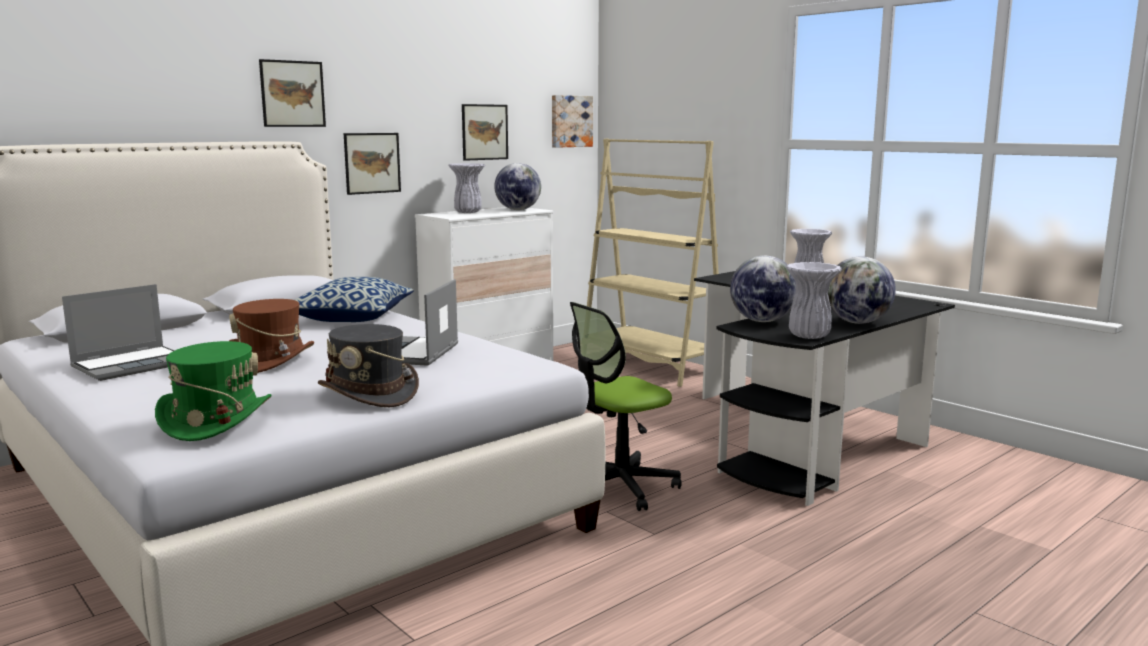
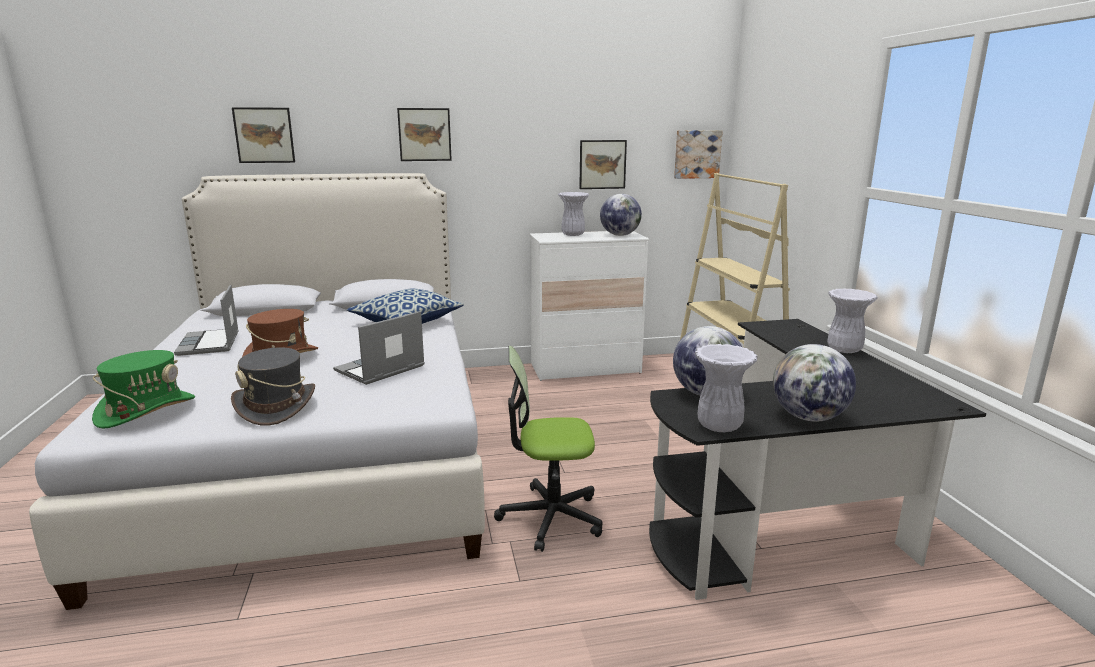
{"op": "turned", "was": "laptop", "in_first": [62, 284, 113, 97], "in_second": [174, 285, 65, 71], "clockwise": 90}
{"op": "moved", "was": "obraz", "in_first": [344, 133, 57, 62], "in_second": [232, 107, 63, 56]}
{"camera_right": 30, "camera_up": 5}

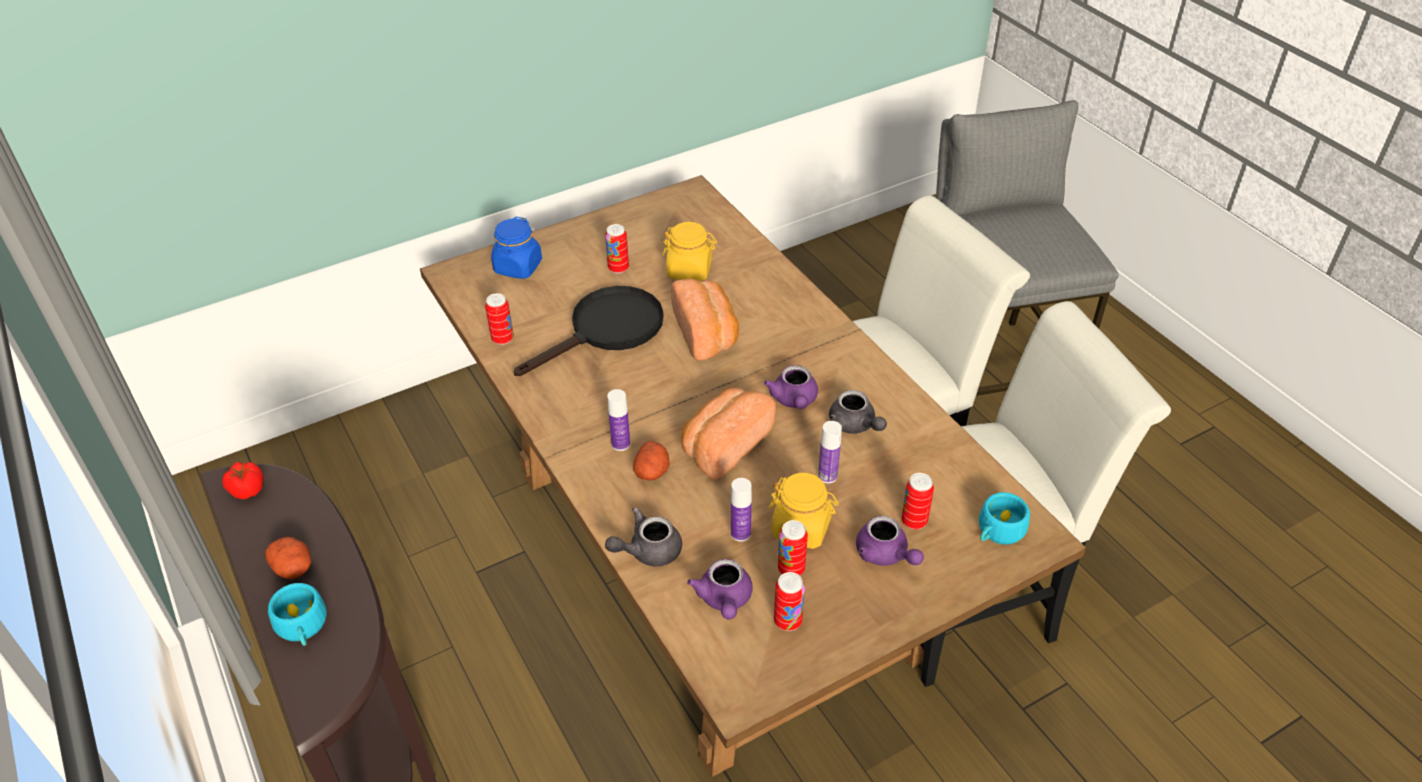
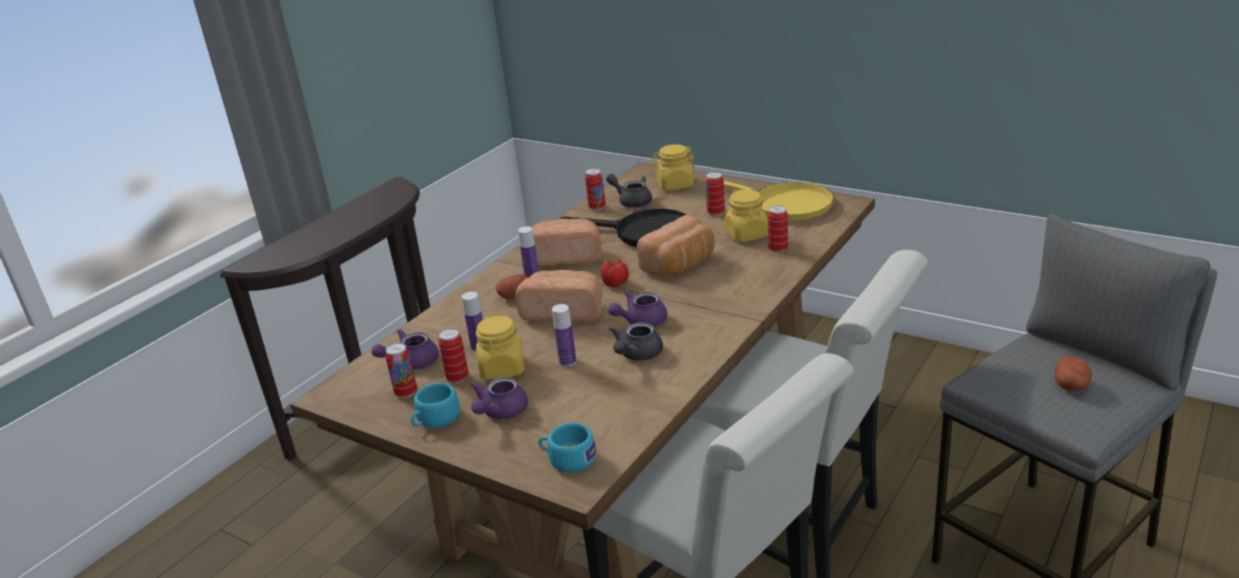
{"op": "moved", "was": "filiżanka [turkusowy]", "in_first": [268, 583, 59, 63], "in_second": [410, 383, 50, 45]}
{"op": "added", "now": "chleb", "in_second": [532, 218, 70, 49]}
{"op": "moved", "was": "pomidor", "in_first": [222, 462, 42, 37], "in_second": [601, 259, 28, 28]}
{"op": "moved", "was": "imbryk [szary]", "in_first": [605, 507, 77, 60], "in_second": [606, 174, 46, 34]}
{"op": "recoloured", "was": "słoik [niebieski]", "now": "słoik [żółty]", "in_first": [491, 217, 51, 62], "in_second": [652, 144, 44, 46]}
{"op": "added", "now": "patelnia [żółty]", "in_second": [724, 181, 110, 39]}
{"op": "moved", "was": "puszka", "in_first": [901, 473, 33, 56], "in_second": [768, 205, 20, 48]}
{"op": "moved", "was": "ziemniak", "in_first": [265, 537, 46, 42], "in_second": [1055, 356, 37, 35]}
{"camera_right": 65, "camera_up": -15}

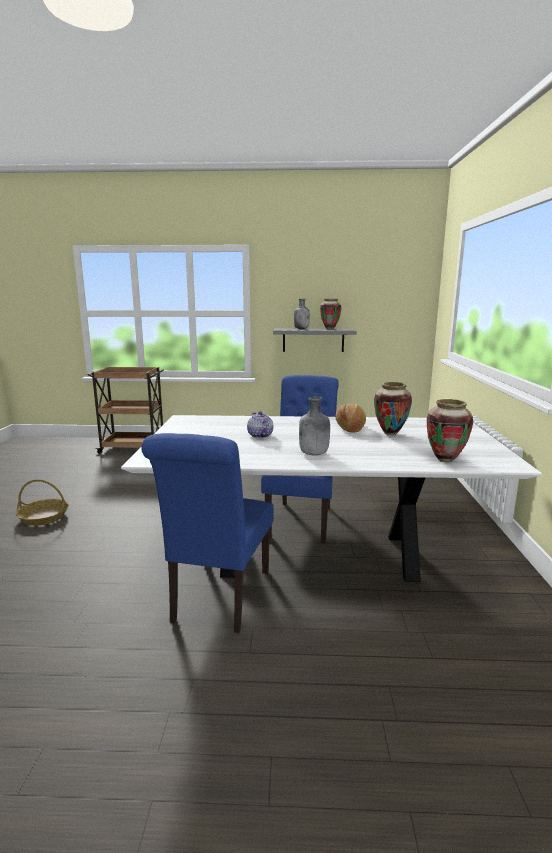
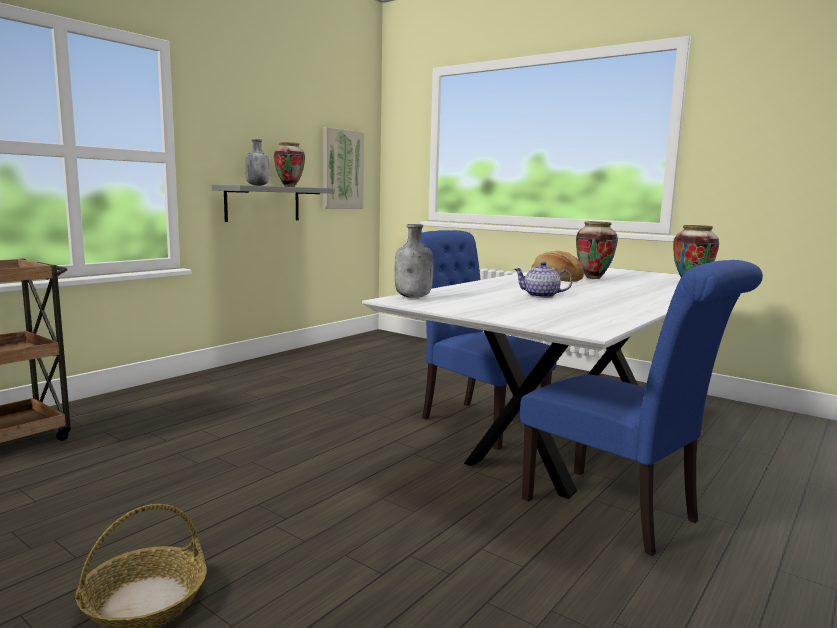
{"op": "added", "now": "obraz", "in_second": [323, 127, 41, 82]}
{"op": "moved", "was": "butelka [szary]", "in_first": [299, 396, 31, 60], "in_second": [395, 224, 39, 74]}
{"camera_right": -55, "camera_up": -5}

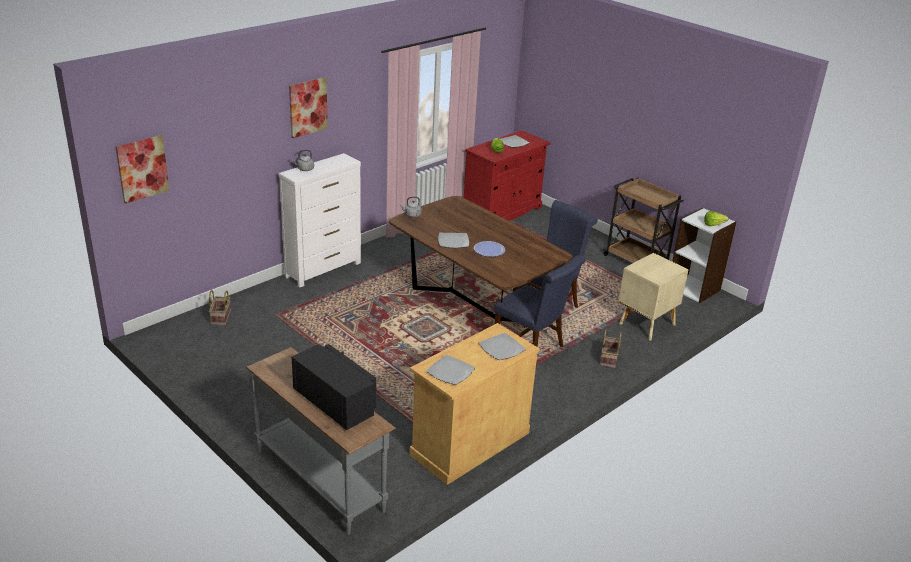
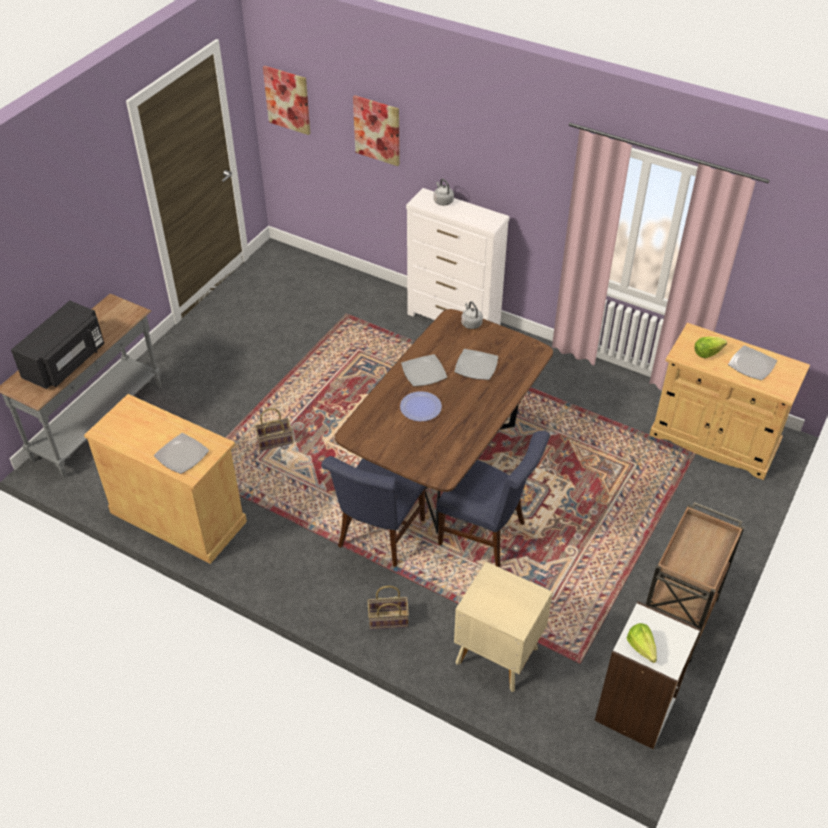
{"op": "moved", "was": "koszyk", "in_first": [209, 290, 22, 36], "in_second": [255, 408, 38, 43]}
{"op": "moved", "was": "obraz", "in_first": [289, 77, 39, 61], "in_second": [353, 95, 47, 71]}
{"op": "moved", "was": "talerz", "in_first": [426, 355, 49, 30], "in_second": [454, 349, 44, 31]}
{"op": "recoloured", "was": "szafka [czerwony]", "now": "szafka [beżowy]", "in_first": [464, 130, 86, 91], "in_second": [650, 323, 160, 157]}
{"camera_right": 75, "camera_up": 15}

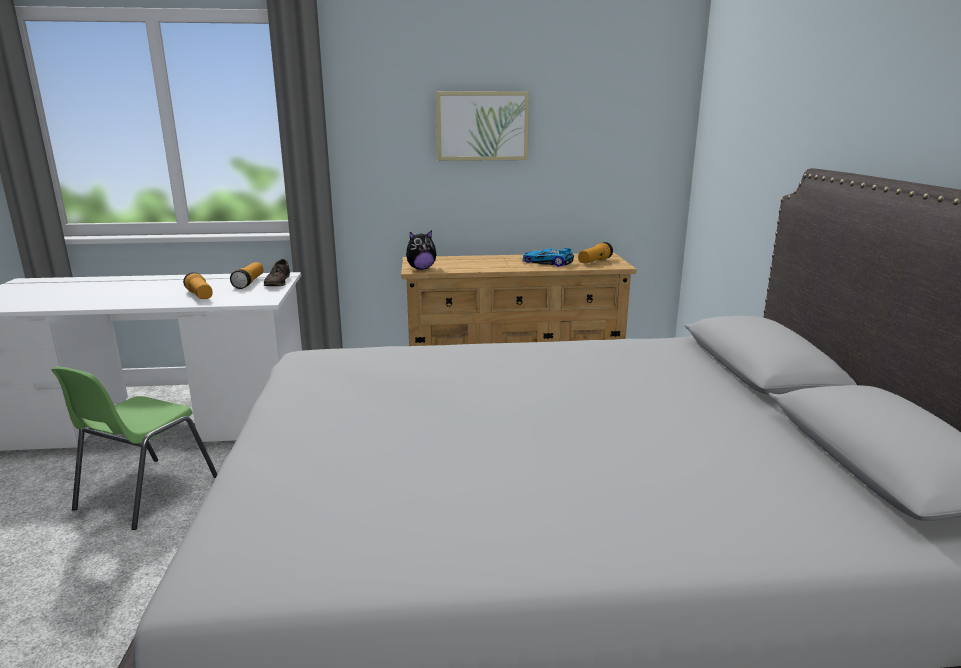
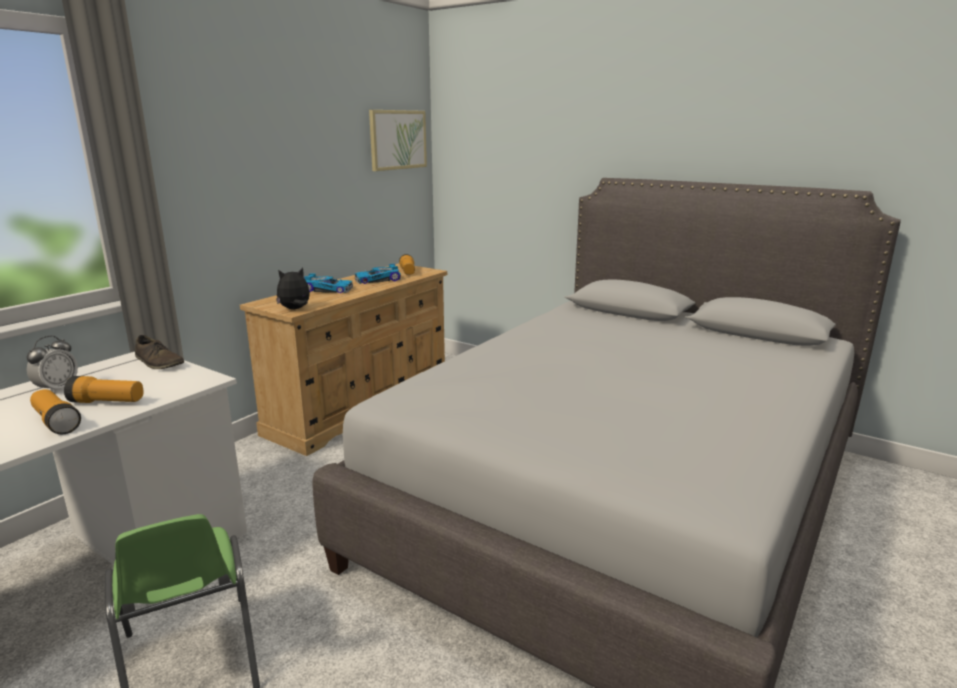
{"op": "added", "now": "budzik", "in_second": [27, 336, 51, 56]}
{"op": "moved", "was": "latarka", "in_first": [230, 262, 33, 27], "in_second": [30, 389, 51, 45]}
{"op": "turned", "was": "pluszak", "in_first": [406, 230, 30, 40], "in_second": [276, 268, 34, 41], "clockwise": -135}
{"op": "added", "now": "samochodzik", "in_second": [304, 273, 49, 20]}
{"op": "moved", "was": "obraz", "in_first": [436, 91, 93, 70], "in_second": [369, 110, 58, 61]}
{"camera_right": -50, "camera_up": 0}

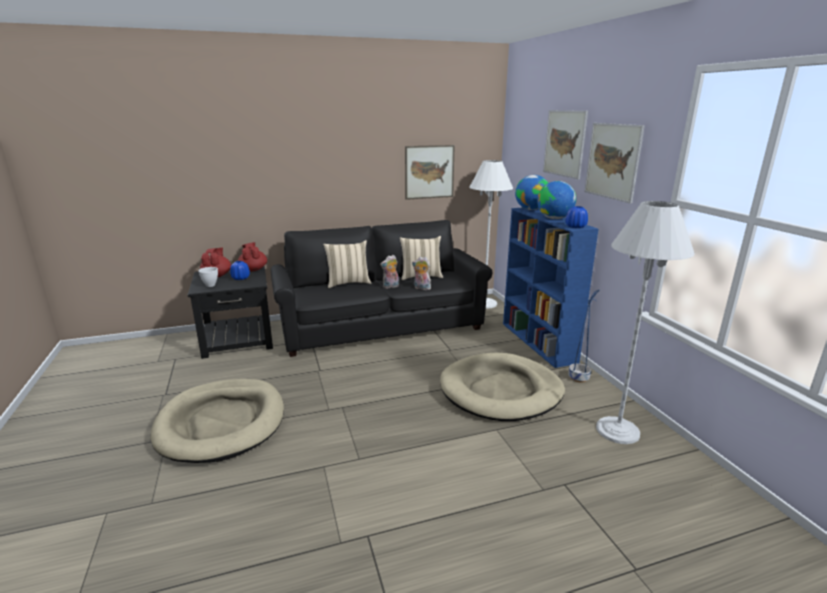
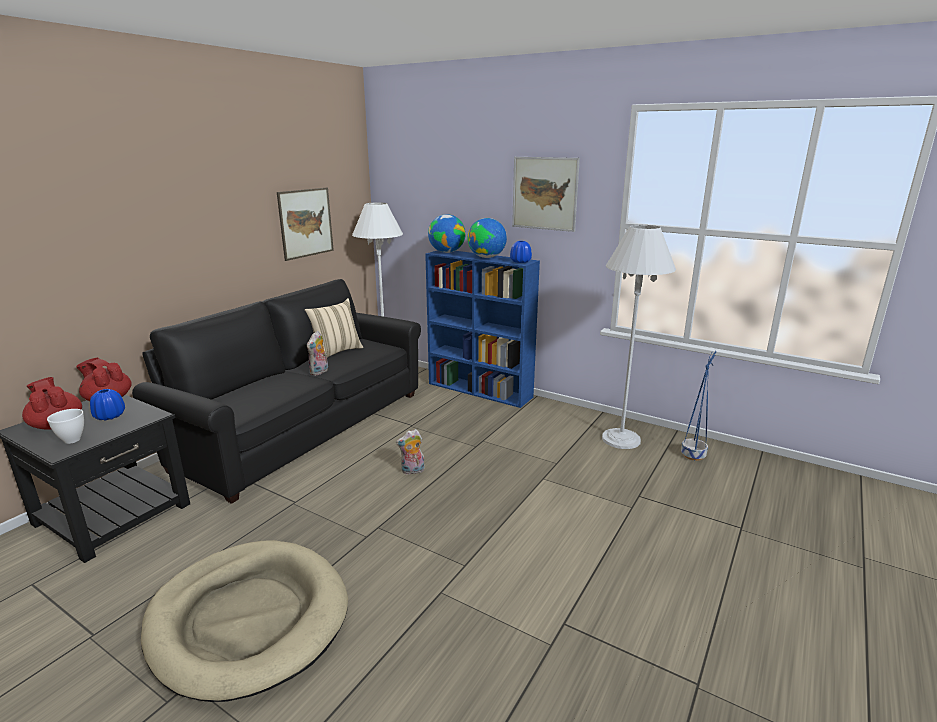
{"op": "moved", "was": "pluszak", "in_first": [412, 256, 19, 34], "in_second": [396, 429, 29, 46]}
{"op": "moved", "was": "donica [niebieski]", "in_first": [568, 290, 32, 93], "in_second": [681, 351, 36, 110]}
{"op": "removed", "was": "poduszka [beżowy]", "in_first": [323, 240, 49, 48]}
{"op": "removed", "was": "legowisko [beżowy]", "in_first": [440, 353, 125, 68]}
{"op": "removed", "was": "obraz", "in_first": [543, 110, 45, 69]}
{"camera_right": -40, "camera_up": 0}

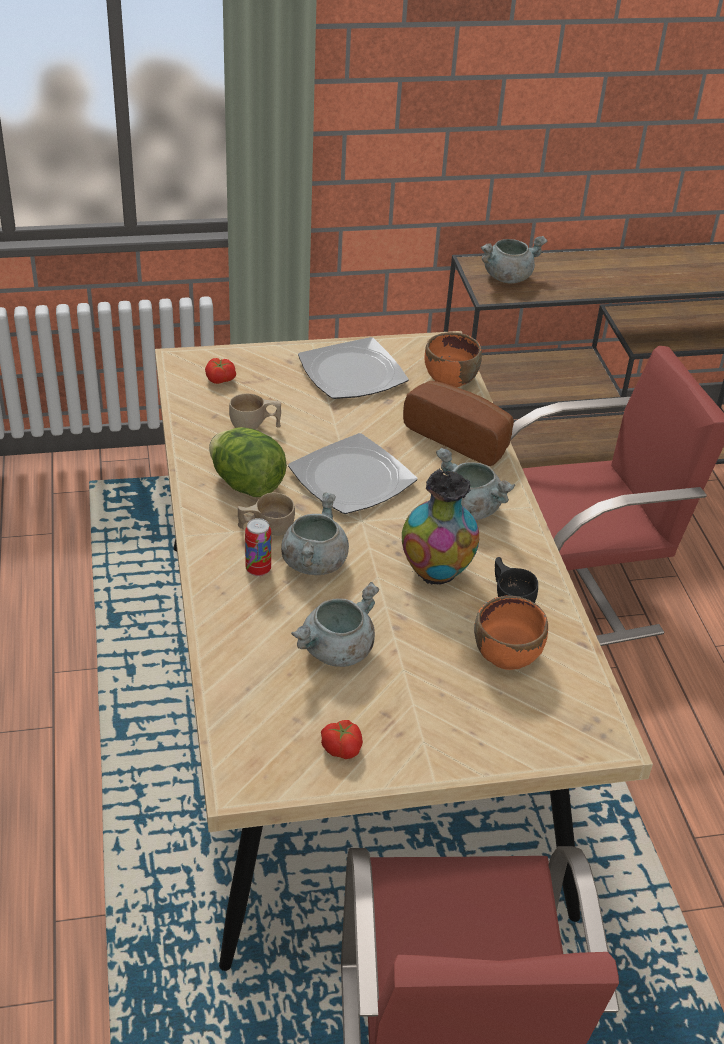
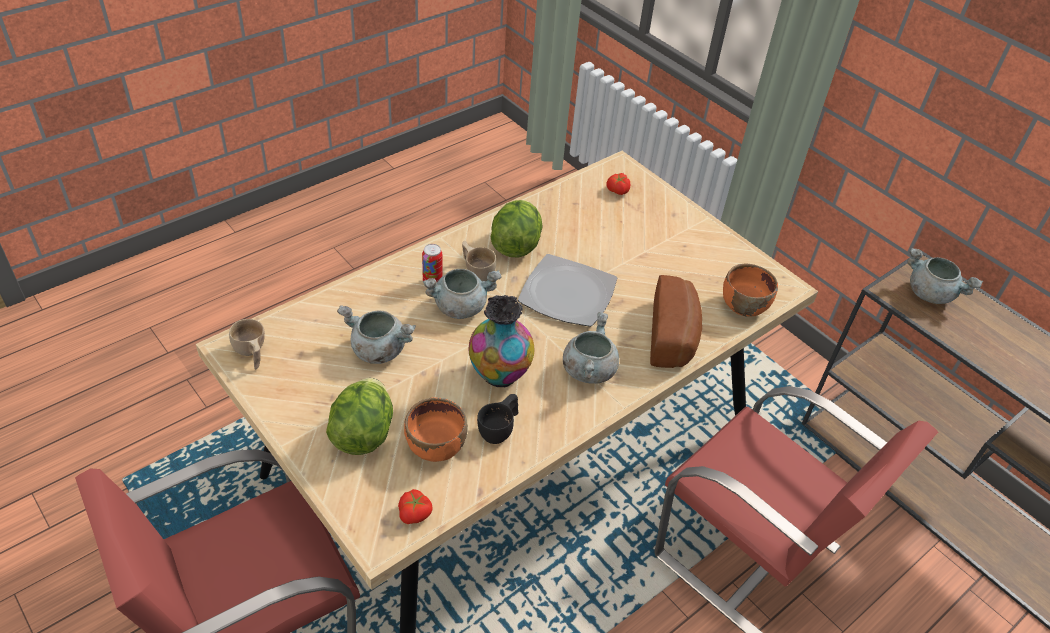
{"op": "moved", "was": "filiżanka [beżowy]", "in_first": [229, 394, 52, 36], "in_second": [229, 319, 36, 50]}
{"op": "added", "now": "sałata", "in_second": [326, 378, 67, 77]}
{"op": "moved", "was": "pomidor", "in_first": [321, 720, 42, 39], "in_second": [398, 489, 35, 35]}
{"op": "removed", "was": "talerz", "in_first": [298, 337, 111, 62]}
{"camera_right": 60, "camera_up": 5}

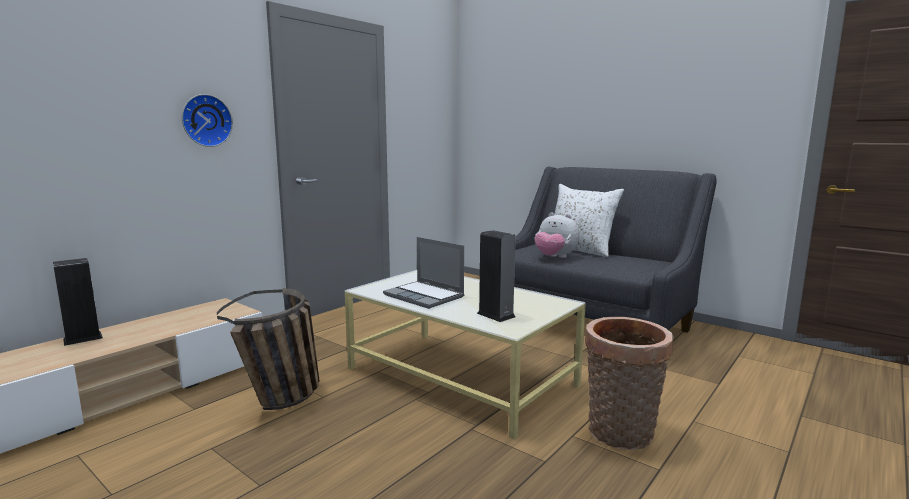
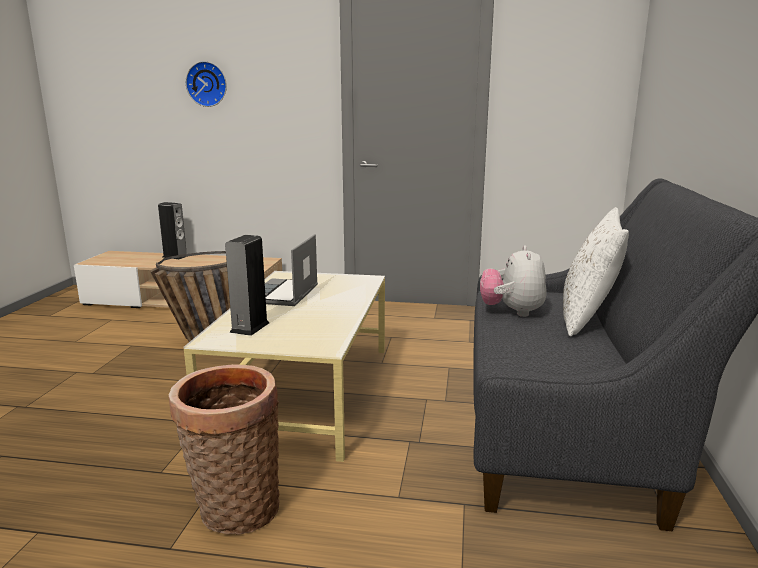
{"op": "moved", "was": "zegar ścienny", "in_first": [182, 94, 51, 53], "in_second": [186, 61, 41, 46]}
{"camera_right": 60, "camera_up": 5}

